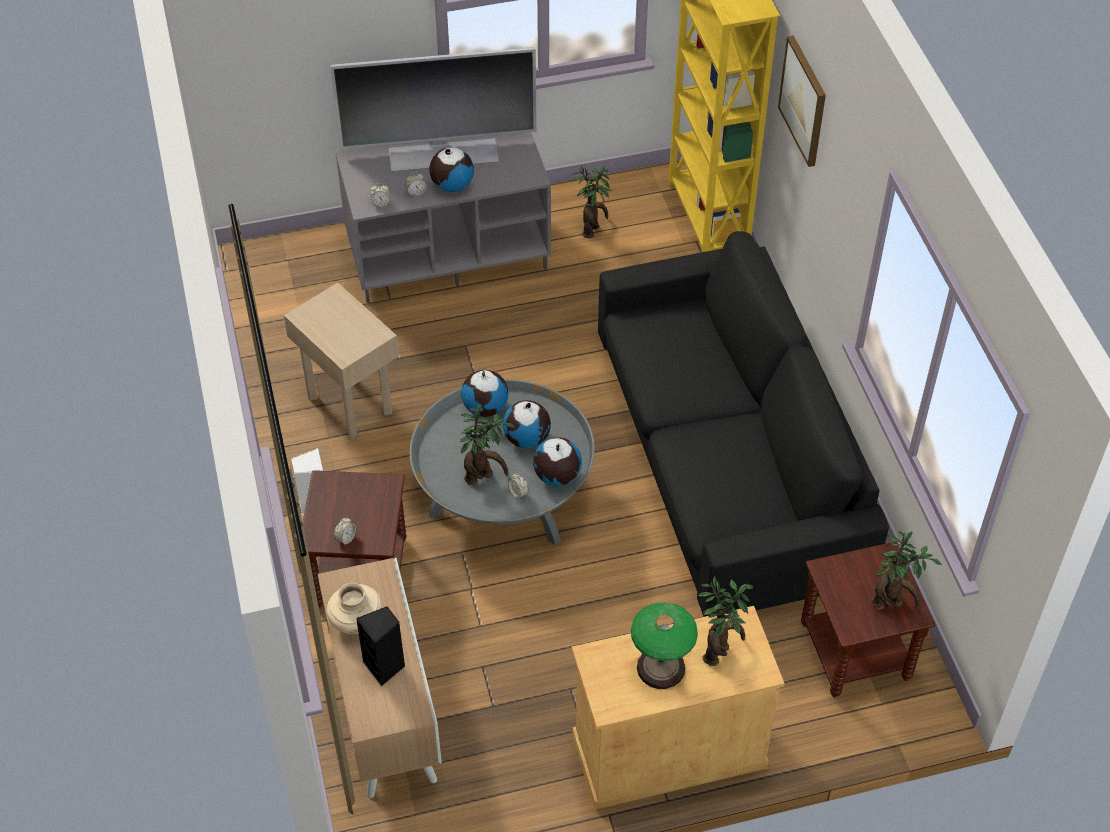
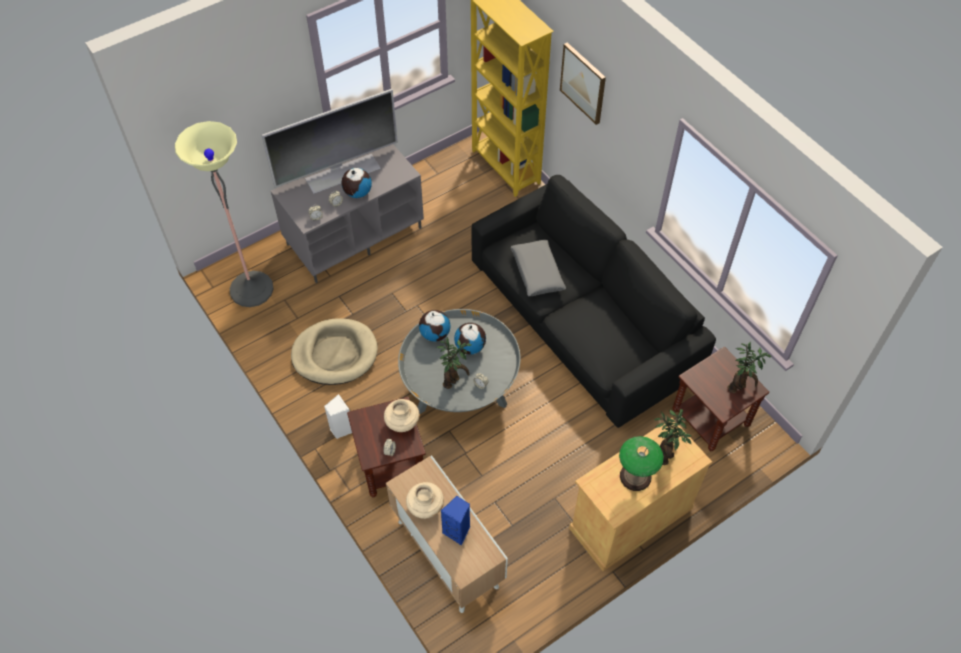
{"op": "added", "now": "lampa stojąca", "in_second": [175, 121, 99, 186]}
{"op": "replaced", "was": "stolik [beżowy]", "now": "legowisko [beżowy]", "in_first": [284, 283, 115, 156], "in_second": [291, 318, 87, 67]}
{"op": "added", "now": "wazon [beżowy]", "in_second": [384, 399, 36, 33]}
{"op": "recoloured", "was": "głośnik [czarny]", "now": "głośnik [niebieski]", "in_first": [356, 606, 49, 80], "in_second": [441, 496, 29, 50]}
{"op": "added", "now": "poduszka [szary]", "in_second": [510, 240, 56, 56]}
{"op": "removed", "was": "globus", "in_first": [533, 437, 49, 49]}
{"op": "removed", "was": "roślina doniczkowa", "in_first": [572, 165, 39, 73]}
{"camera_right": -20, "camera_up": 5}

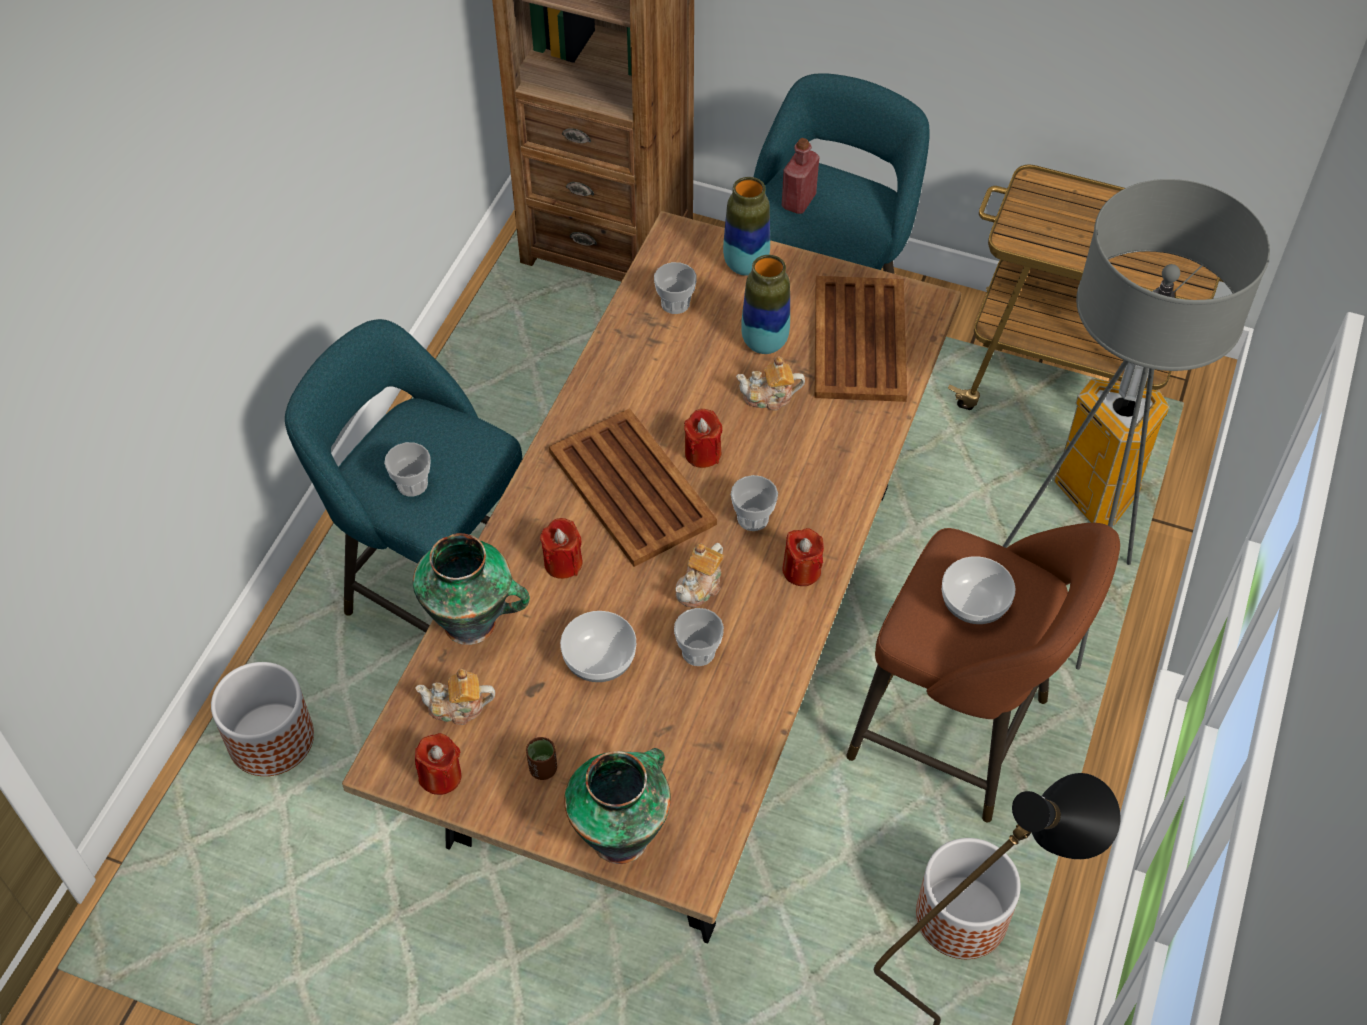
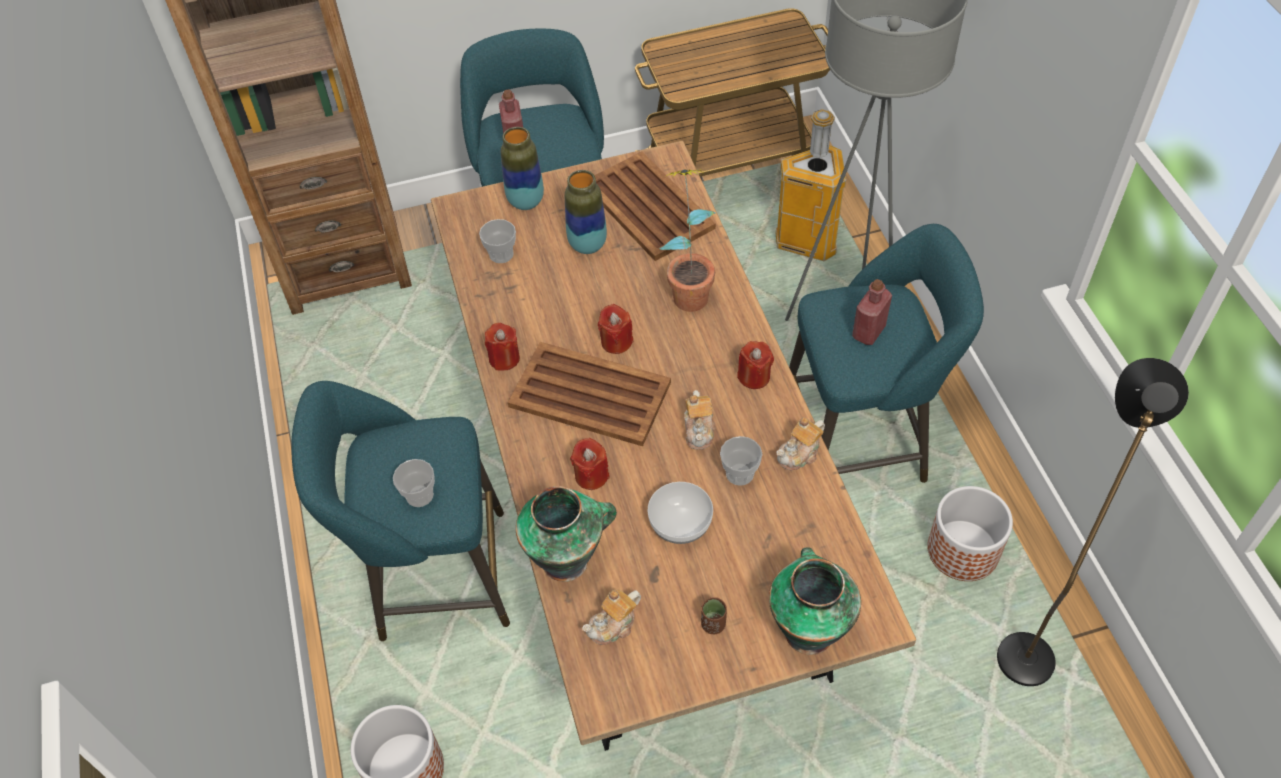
{"op": "moved", "was": "świeca [czerwony]", "in_first": [415, 733, 47, 62], "in_second": [485, 323, 35, 48]}
{"op": "added", "now": "roślina doniczkowa", "in_second": [659, 169, 57, 143]}
{"op": "moved", "was": "imbryk", "in_first": [736, 356, 69, 54], "in_second": [776, 417, 49, 53]}
{"op": "recoloured", "was": "stołek [brązowy]", "now": "stołek [turkusowy]", "in_first": [846, 523, 274, 299], "in_second": [789, 224, 195, 259]}
{"op": "replaced", "was": "miska", "now": "butelka [czerwony]", "in_first": [942, 556, 73, 68], "in_second": [852, 279, 40, 66]}
{"op": "removed", "was": "filiżanka", "in_first": [731, 475, 47, 56]}
{"camera_right": -35, "camera_up": 0}

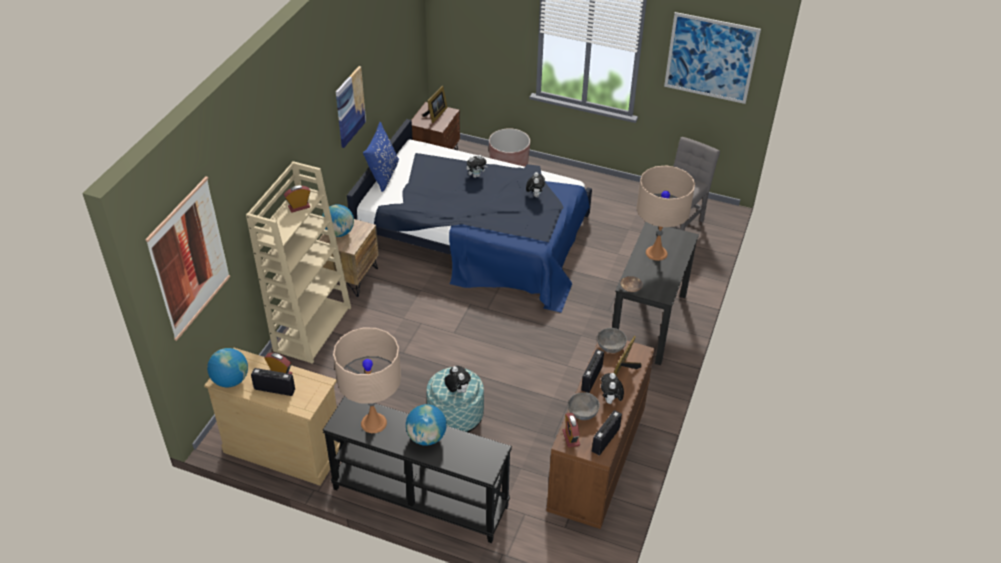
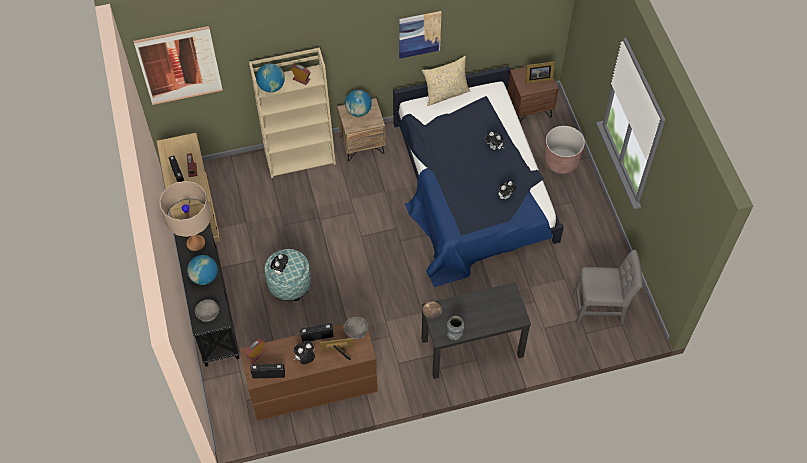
{"op": "moved", "was": "miska [szary]", "in_first": [568, 393, 32, 27], "in_second": [195, 300, 24, 22]}
{"op": "moved", "was": "globus", "in_first": [207, 348, 41, 39], "in_second": [256, 64, 29, 28]}
{"op": "recoloured", "was": "poduszka [niebieski]", "now": "poduszka [beżowy]", "in_first": [363, 122, 36, 70], "in_second": [422, 56, 48, 50]}
{"op": "added", "now": "wazon", "in_second": [446, 316, 19, 25]}
{"op": "removed", "was": "lampa stołowa [beżowy]", "in_first": [636, 166, 59, 95]}
{"op": "removed", "was": "obraz", "in_first": [664, 12, 97, 92]}
{"camera_right": 55, "camera_up": 15}

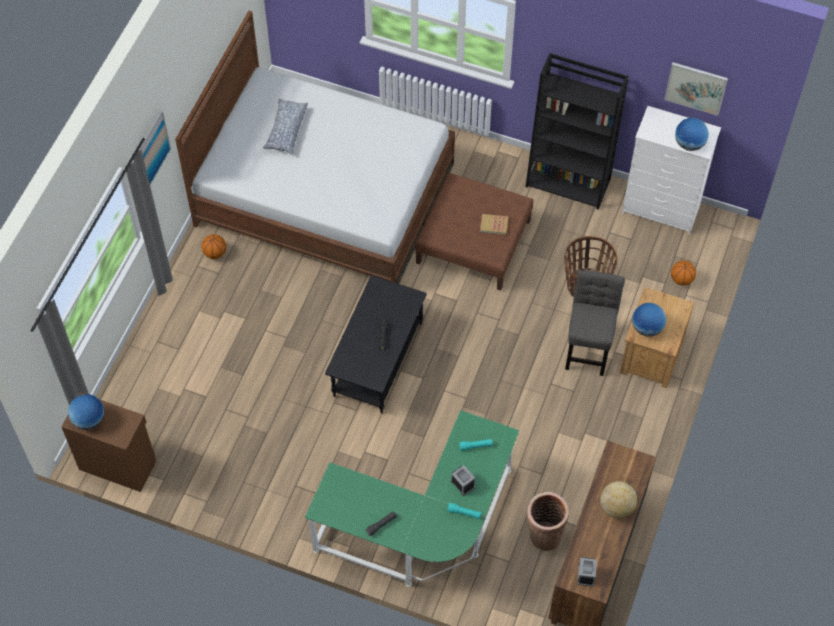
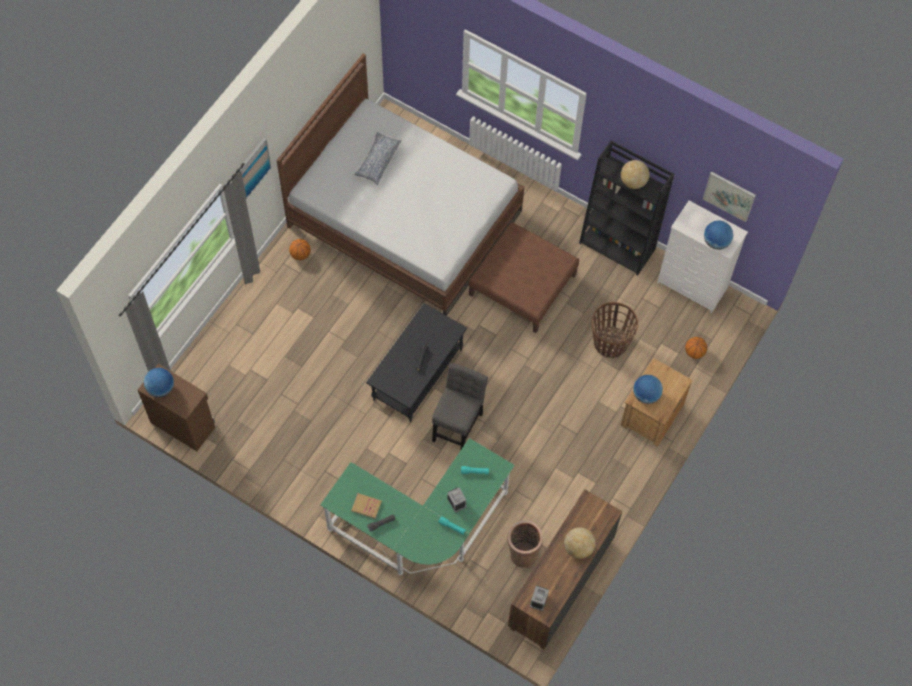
{"op": "moved", "was": "książka", "in_first": [480, 214, 28, 21], "in_second": [351, 493, 31, 26]}
{"op": "moved", "was": "krzesło [szary]", "in_first": [565, 270, 60, 106], "in_second": [432, 363, 56, 88]}
{"op": "added", "now": "globus", "in_second": [621, 160, 29, 29]}
{"camera_right": 10, "camera_up": 5}

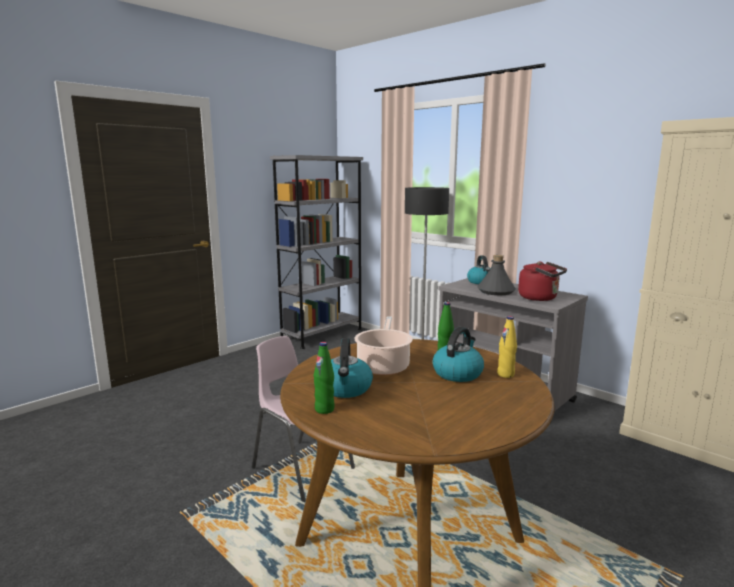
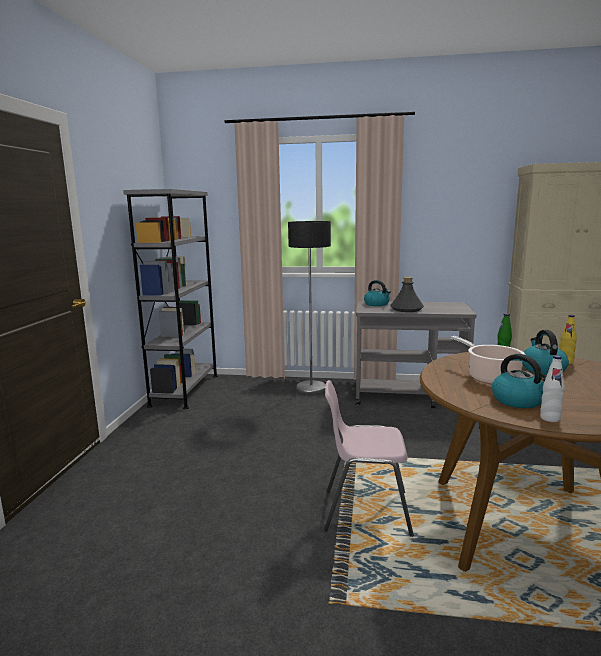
{"op": "recoloured", "was": "butelka [zielony]", "now": "butelka [biały]", "in_first": [314, 342, 21, 72], "in_second": [540, 355, 25, 67]}
{"op": "removed", "was": "czajnik [czerwony]", "in_first": [518, 262, 49, 39]}
{"camera_right": -35, "camera_up": 0}

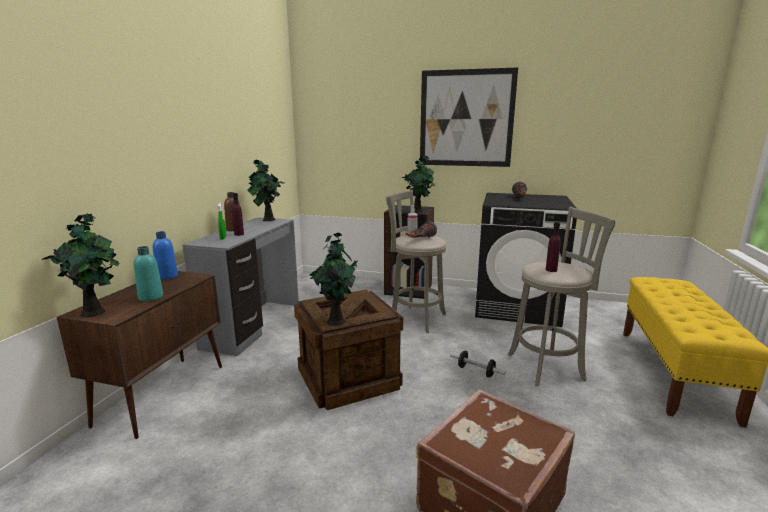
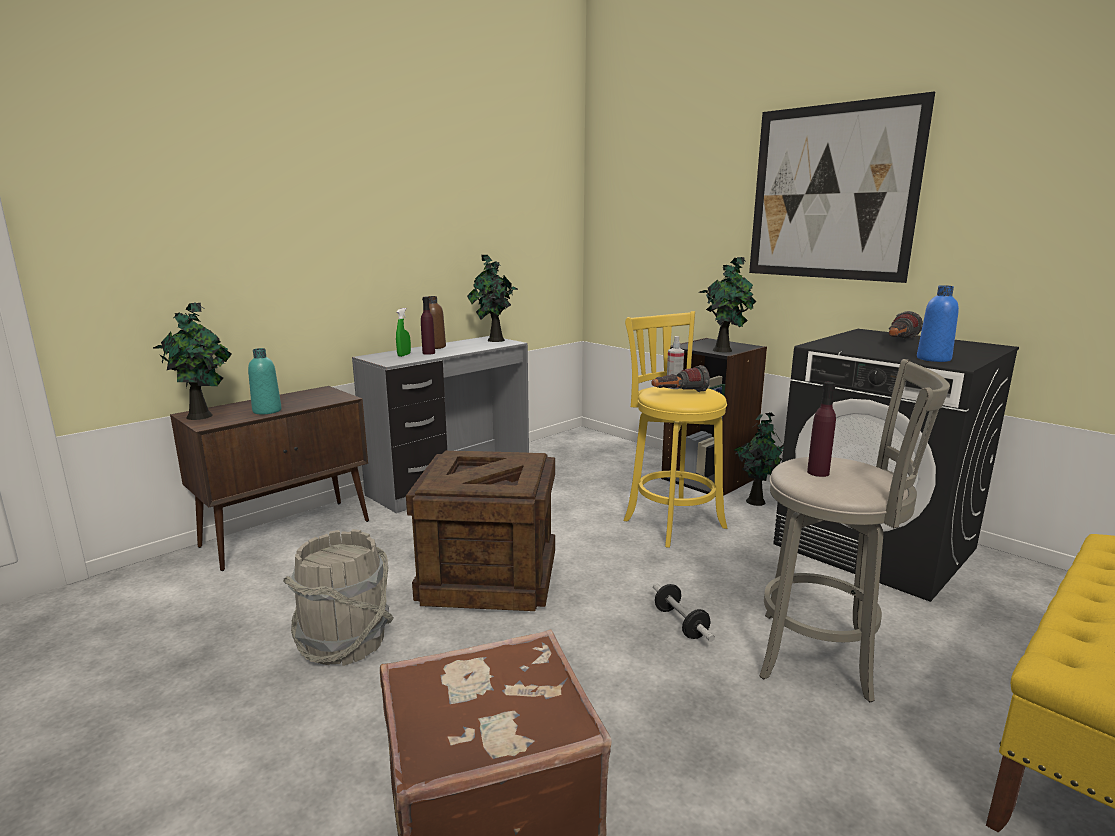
{"op": "added", "now": "wiadro [szary]", "in_second": [283, 529, 111, 137]}
{"op": "recoloured", "was": "stołek [szary]", "now": "stołek [żółty]", "in_first": [386, 190, 61, 143], "in_second": [624, 311, 103, 237]}
{"op": "moved", "was": "roślina doniczkowa", "in_first": [310, 233, 48, 93], "in_second": [735, 413, 49, 93]}
{"op": "moved", "was": "butelka [niebieski]", "in_first": [153, 231, 25, 49], "in_second": [917, 285, 42, 77]}
{"camera_right": 30, "camera_up": 0}

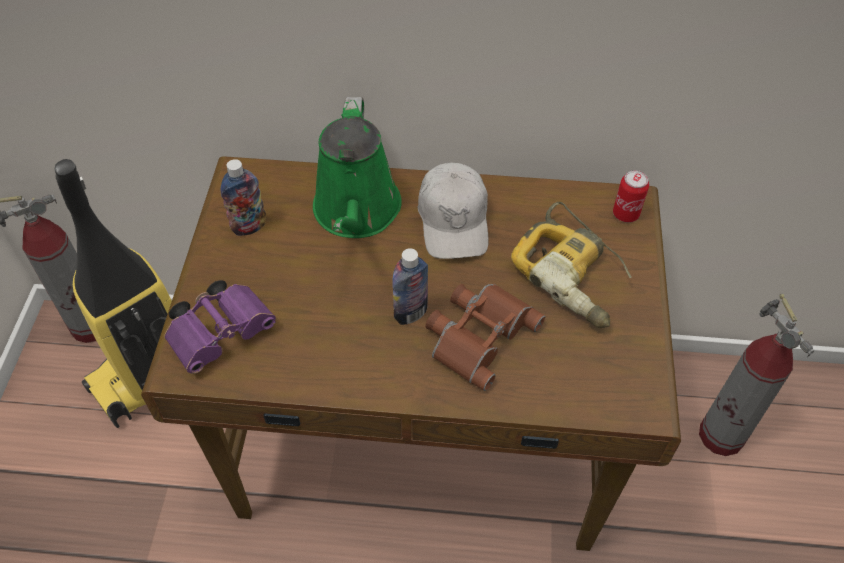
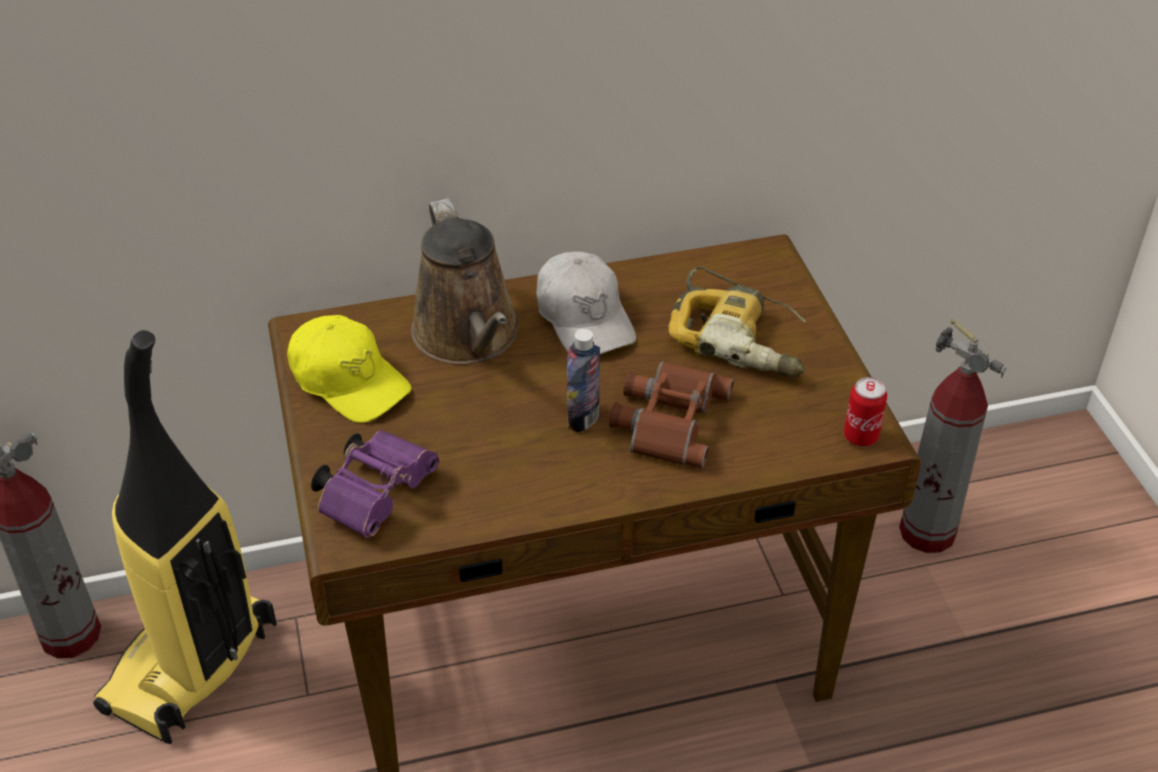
{"op": "replaced", "was": "butelka", "now": "czapka z daszkiem [żółty]", "in_first": [221, 159, 45, 77], "in_second": [287, 315, 125, 108]}
{"op": "recoloured", "was": "konewka [zielony]", "now": "konewka [brązowy]", "in_first": [313, 97, 89, 141], "in_second": [411, 198, 108, 167]}
{"op": "moved", "was": "puszka", "in_first": [613, 170, 36, 52], "in_second": [844, 377, 43, 69]}
{"camera_right": -20, "camera_up": -10}

